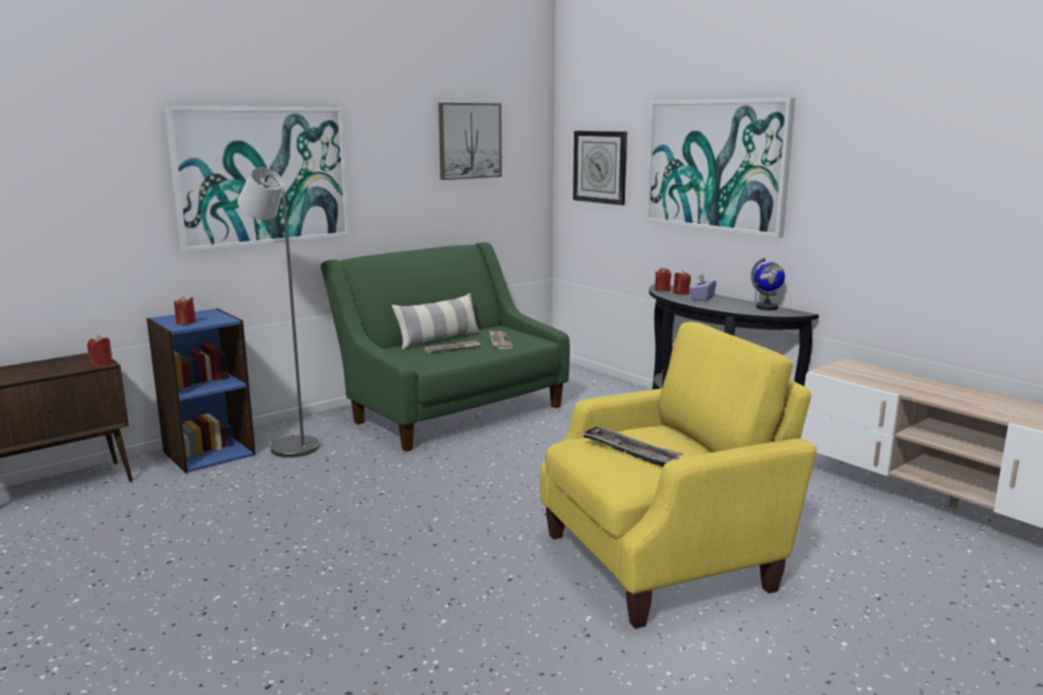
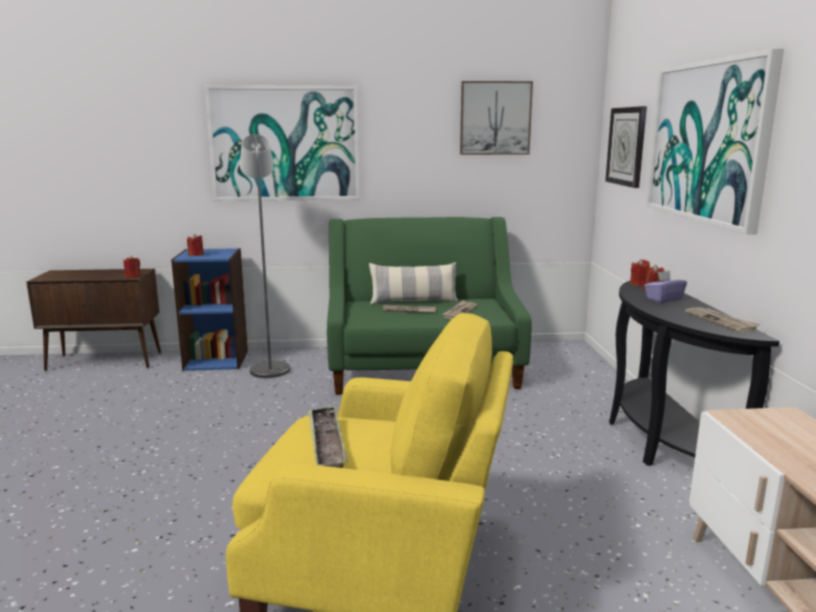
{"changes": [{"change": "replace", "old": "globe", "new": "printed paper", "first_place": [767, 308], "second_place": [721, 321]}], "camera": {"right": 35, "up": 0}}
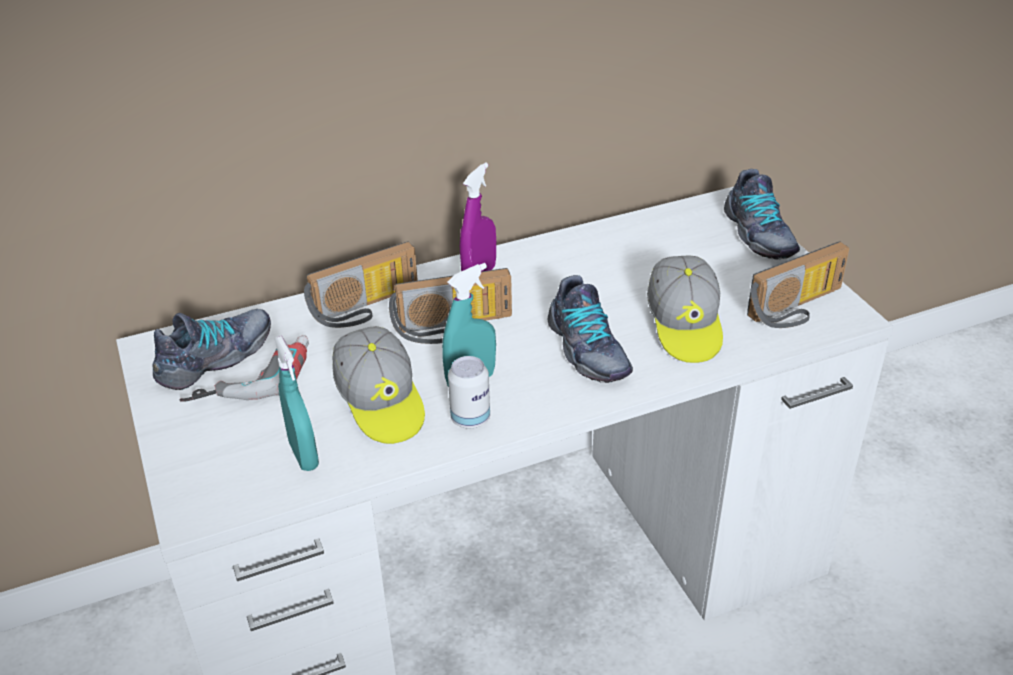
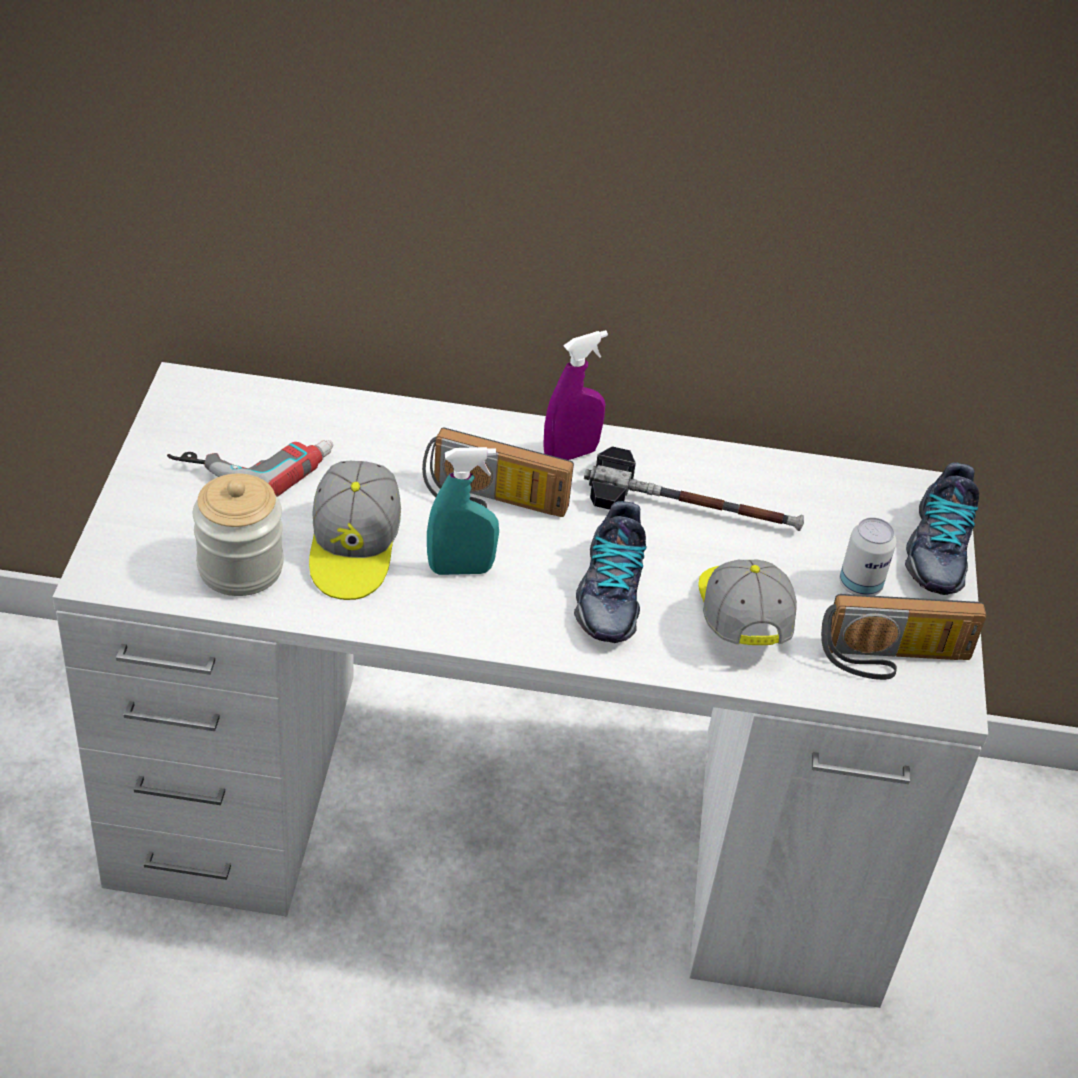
{"changes": [{"change": "delete", "old": "radio receiver", "first_place": [367, 308]}, {"change": "rotate", "old": "peaked cap", "first_place": [684, 326], "second_place": [741, 617], "degrees": 150}, {"change": "delete", "old": "shoe", "first_place": [217, 358]}, {"change": "replace", "old": "turquoise-coloured spray bottle", "new": "jar", "first_place": [304, 455], "second_place": [240, 567]}, {"change": "move", "old": "sealed can", "first_place": [470, 418], "second_place": [860, 585]}, {"change": "insert", "new": "tool hammer", "second_place": [692, 506]}], "camera": {"right": 25, "up": 5}}
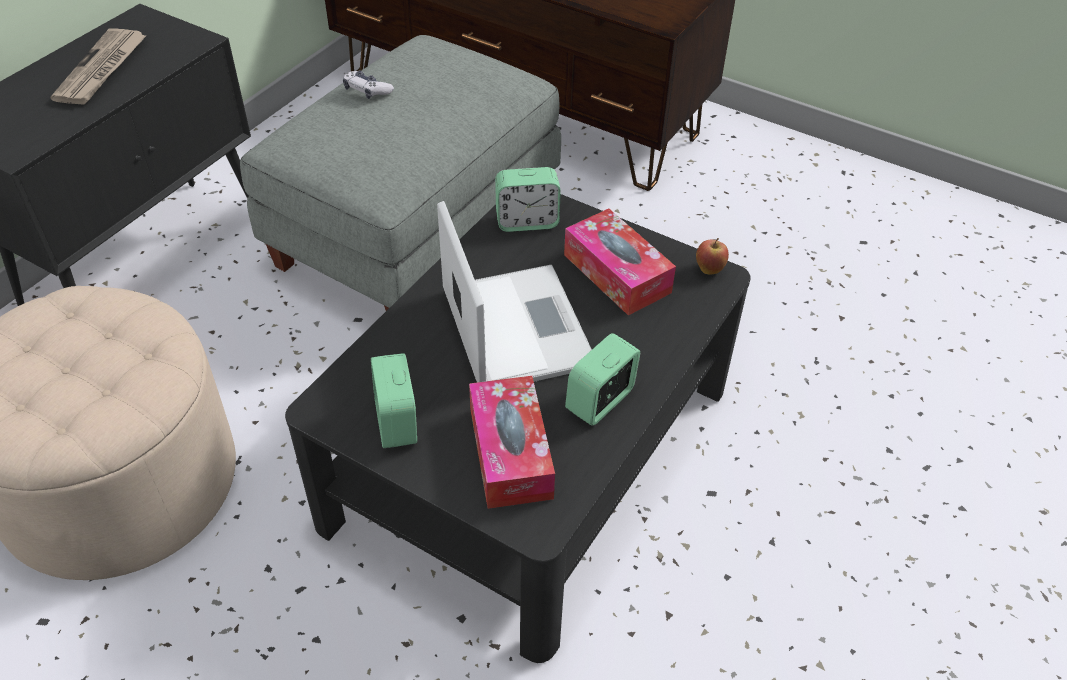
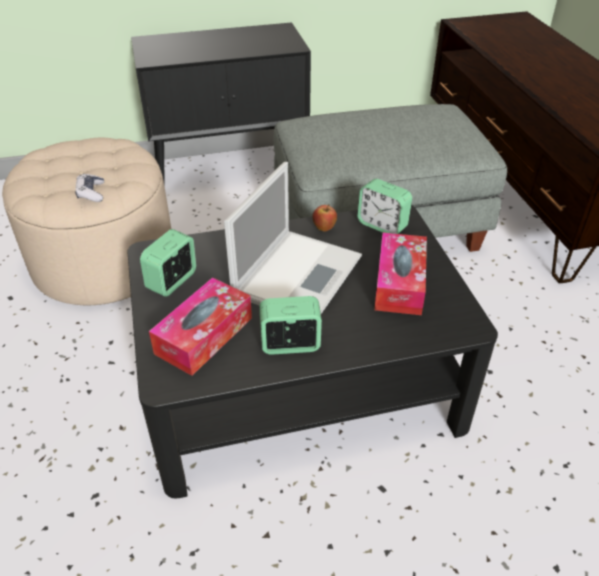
{"changes": [{"change": "delete", "old": "printed paper", "first_place": [102, 70]}, {"change": "move", "old": "game controller", "first_place": [367, 91], "second_place": [91, 193]}, {"change": "move", "old": "whole apple", "first_place": [709, 270], "second_place": [324, 228]}], "camera": {"right": 45, "up": -5}}
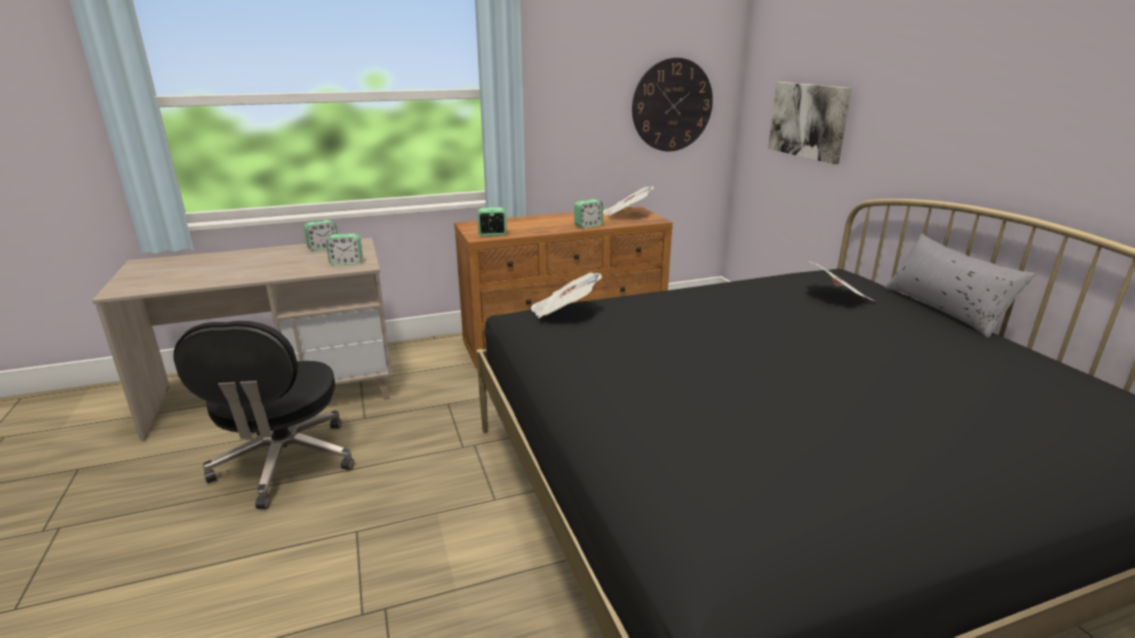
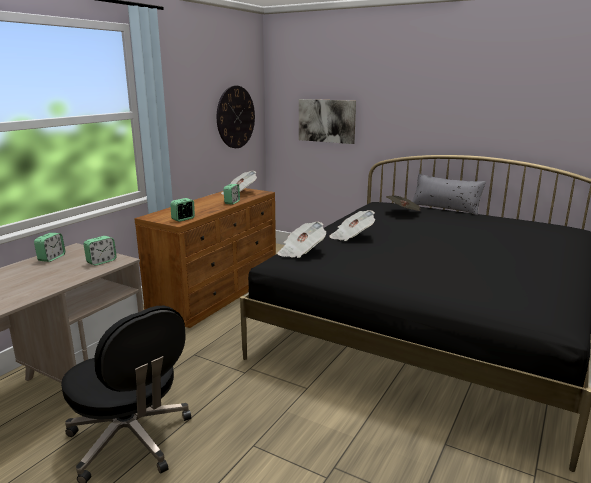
{"changes": [{"change": "insert", "new": "printed paper", "second_place": [351, 237]}], "camera": {"right": -40, "up": -5}}
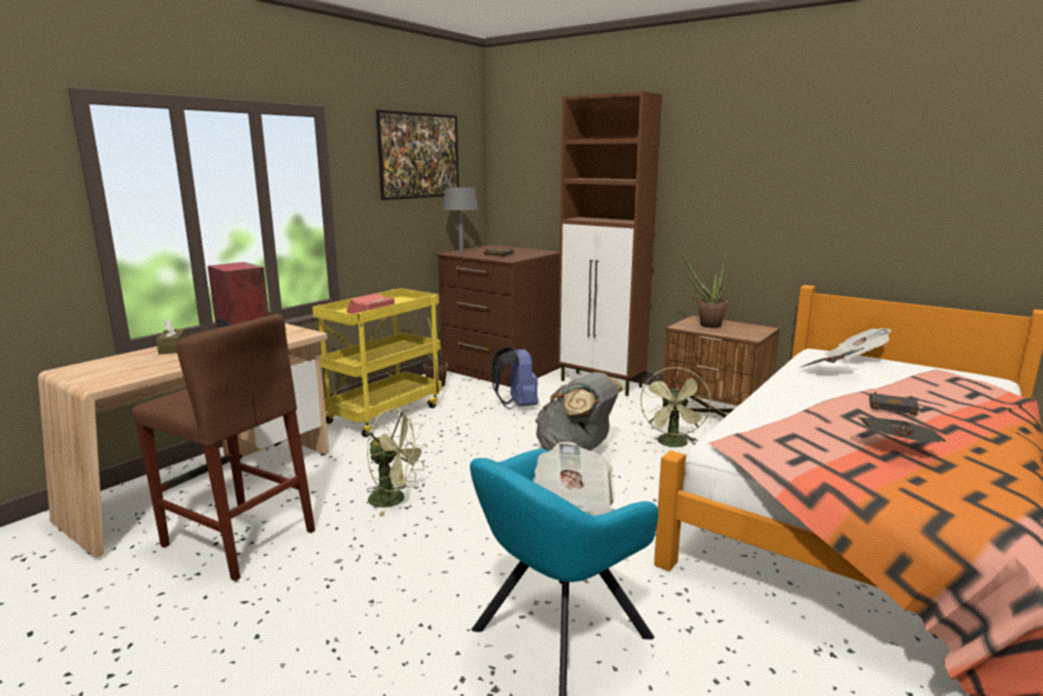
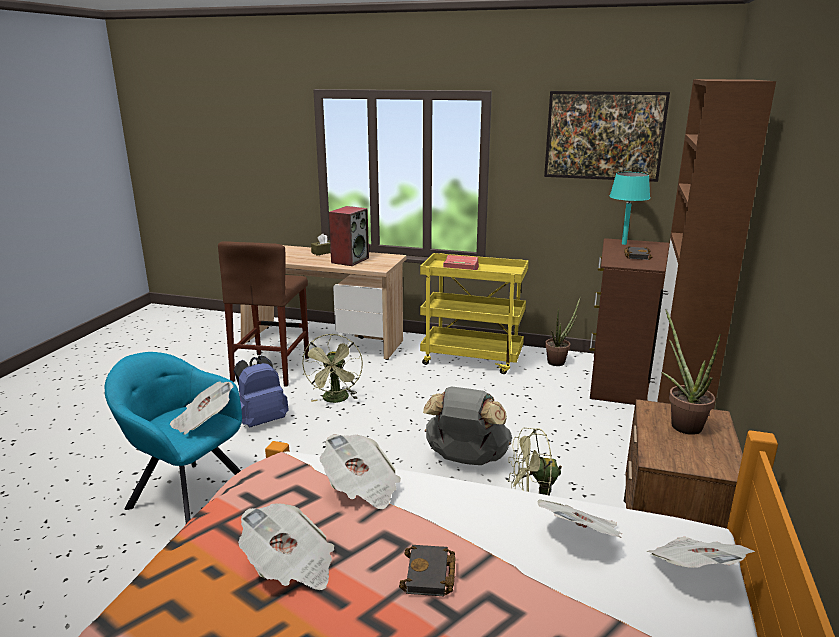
{"changes": [{"change": "recolor", "old": "grey lamp for a table", "new": "turquoise-coloured lamp for a table", "first_place": [461, 253], "second_place": [623, 244]}, {"change": "move", "old": "blue-coloured rucksack", "first_place": [517, 406], "second_place": [261, 420]}, {"change": "insert", "new": "printed paper", "second_place": [362, 488]}], "camera": {"right": 70, "up": 5}}
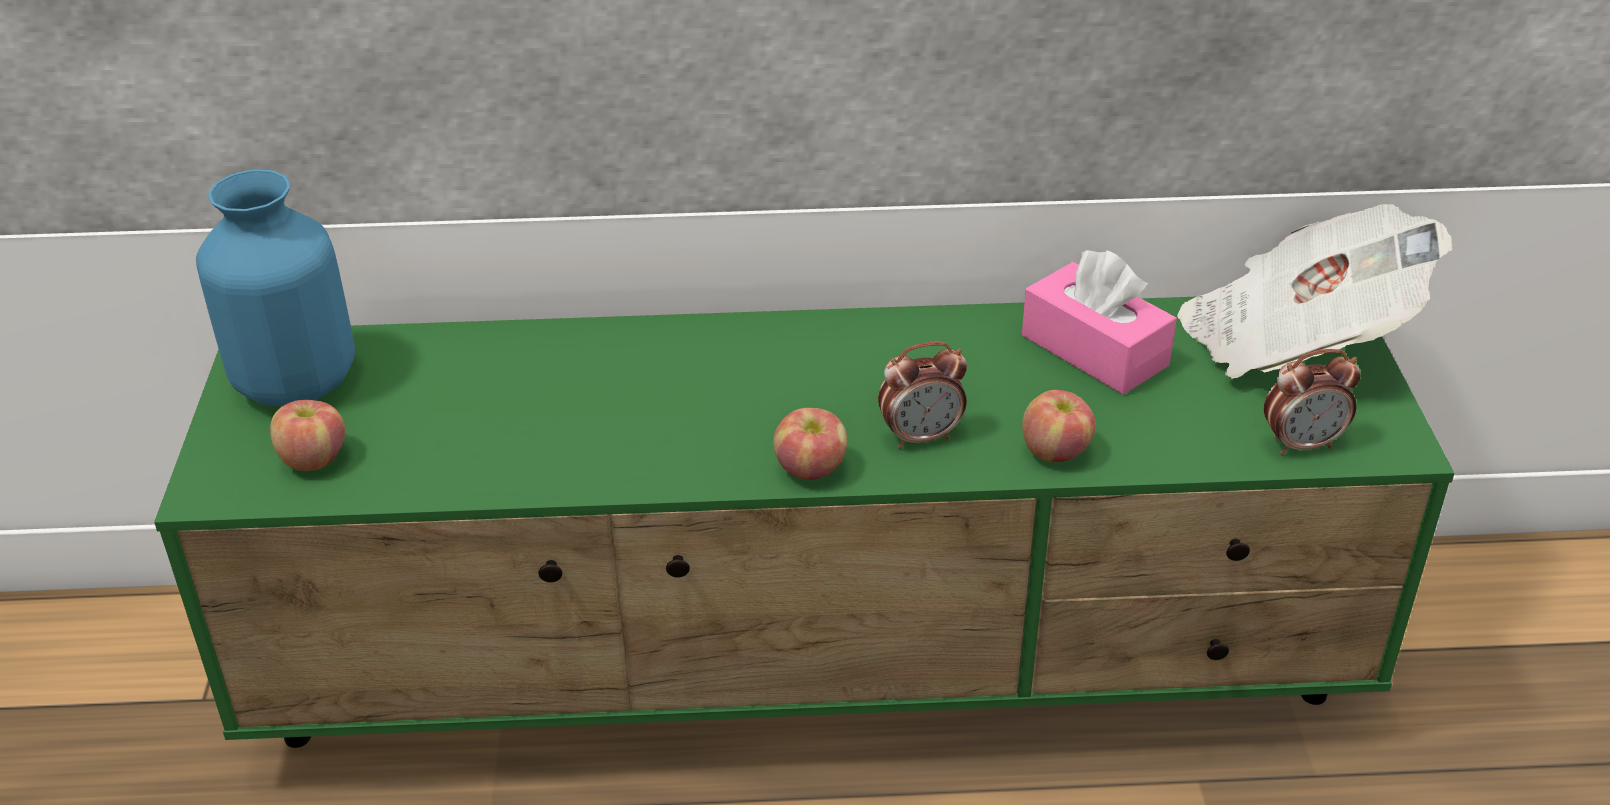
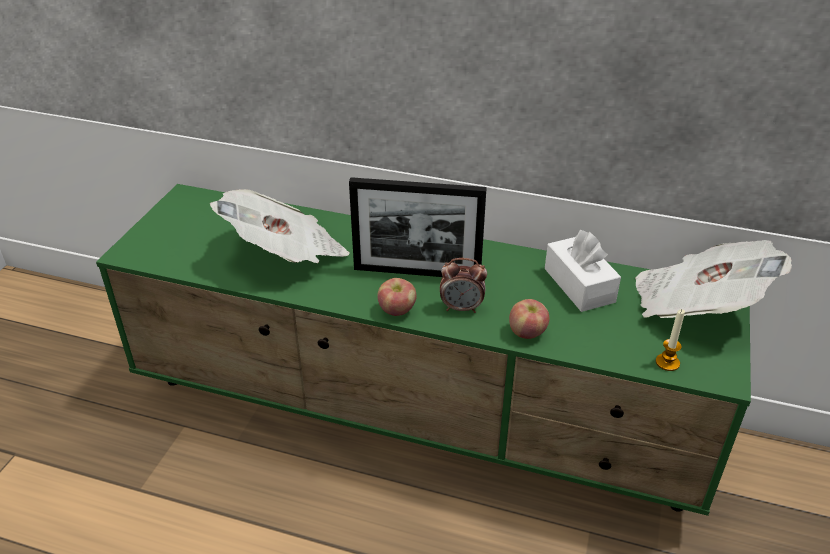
{"changes": [{"change": "delete", "old": "blue-coloured vase", "first_place": [294, 382]}, {"change": "recolor", "old": "pinkish tissue holder", "new": "whitish tissue holder", "first_place": [1094, 350], "second_place": [579, 285]}, {"change": "replace", "old": "table clock", "new": "wax light", "first_place": [1302, 444], "second_place": [667, 362]}, {"change": "delete", "old": "whole apple", "first_place": [313, 459]}, {"change": "insert", "new": "picture frame", "second_place": [417, 272]}, {"change": "insert", "new": "printed paper", "second_place": [286, 254]}], "camera": {"right": 20, "up": 0}}
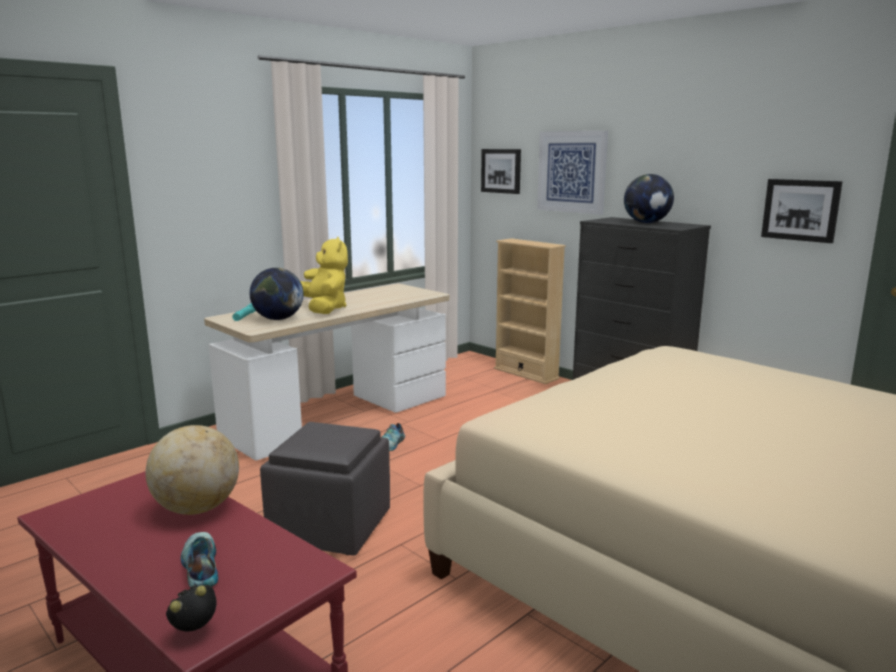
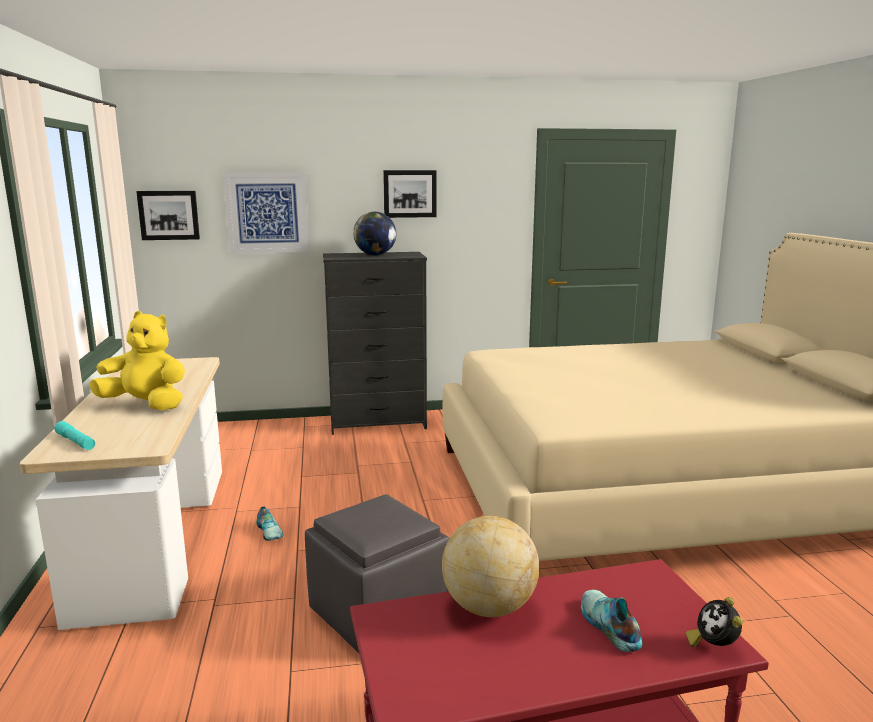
{"changes": [{"change": "move", "old": "wall art", "first_place": [801, 210], "second_place": [410, 193]}, {"change": "delete", "old": "beige bookcase", "first_place": [526, 373]}, {"change": "delete", "old": "globe", "first_place": [278, 319]}, {"change": "rotate", "old": "shoe", "first_place": [199, 566], "second_place": [608, 626], "degrees": 60}], "camera": {"right": -55, "up": 0}}
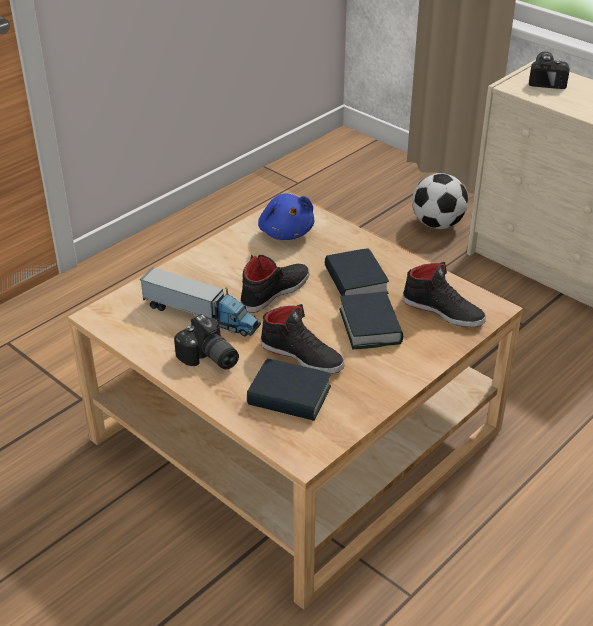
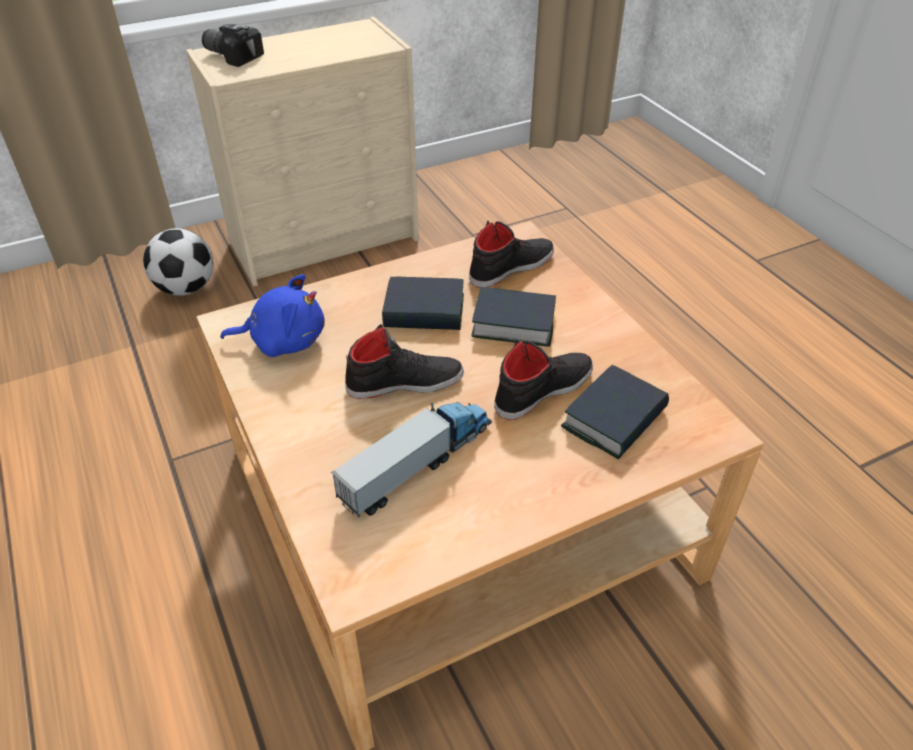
{"changes": [{"change": "rotate", "old": "black shoe", "first_place": [274, 291], "second_place": [404, 382], "degrees": 105}, {"change": "delete", "old": "still camera", "first_place": [208, 359]}], "camera": {"right": -70, "up": 5}}
